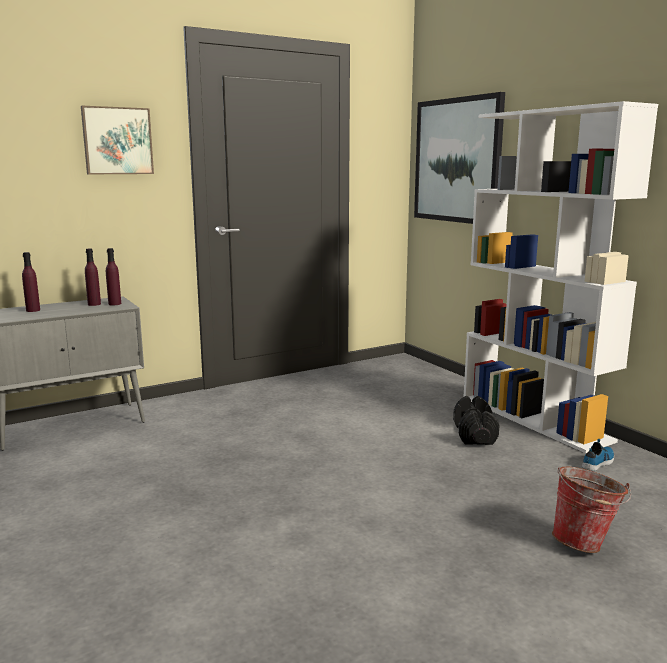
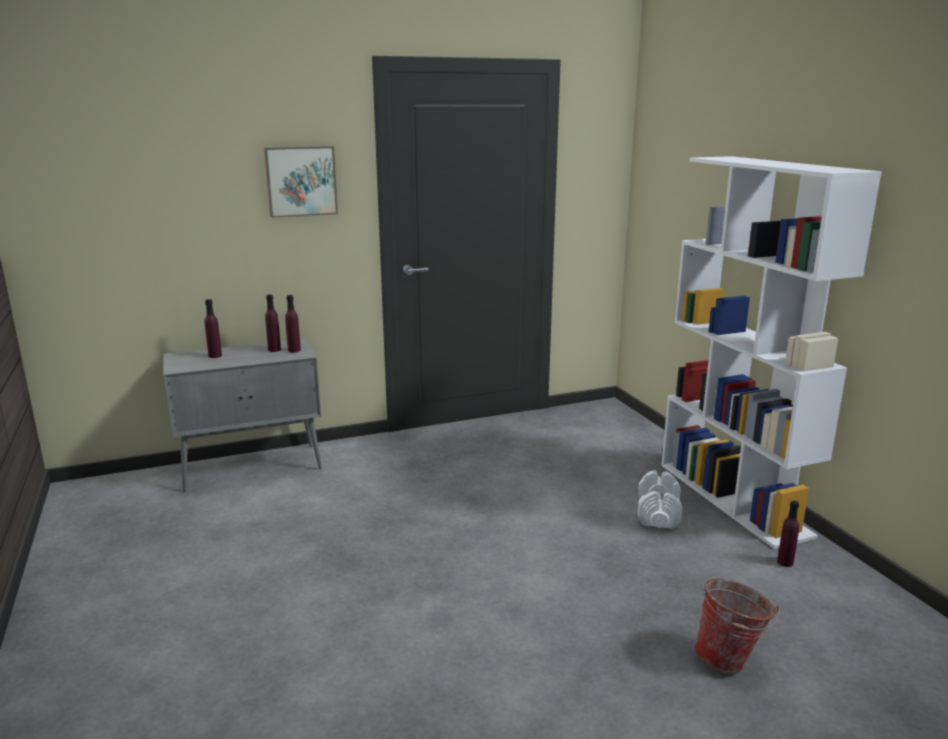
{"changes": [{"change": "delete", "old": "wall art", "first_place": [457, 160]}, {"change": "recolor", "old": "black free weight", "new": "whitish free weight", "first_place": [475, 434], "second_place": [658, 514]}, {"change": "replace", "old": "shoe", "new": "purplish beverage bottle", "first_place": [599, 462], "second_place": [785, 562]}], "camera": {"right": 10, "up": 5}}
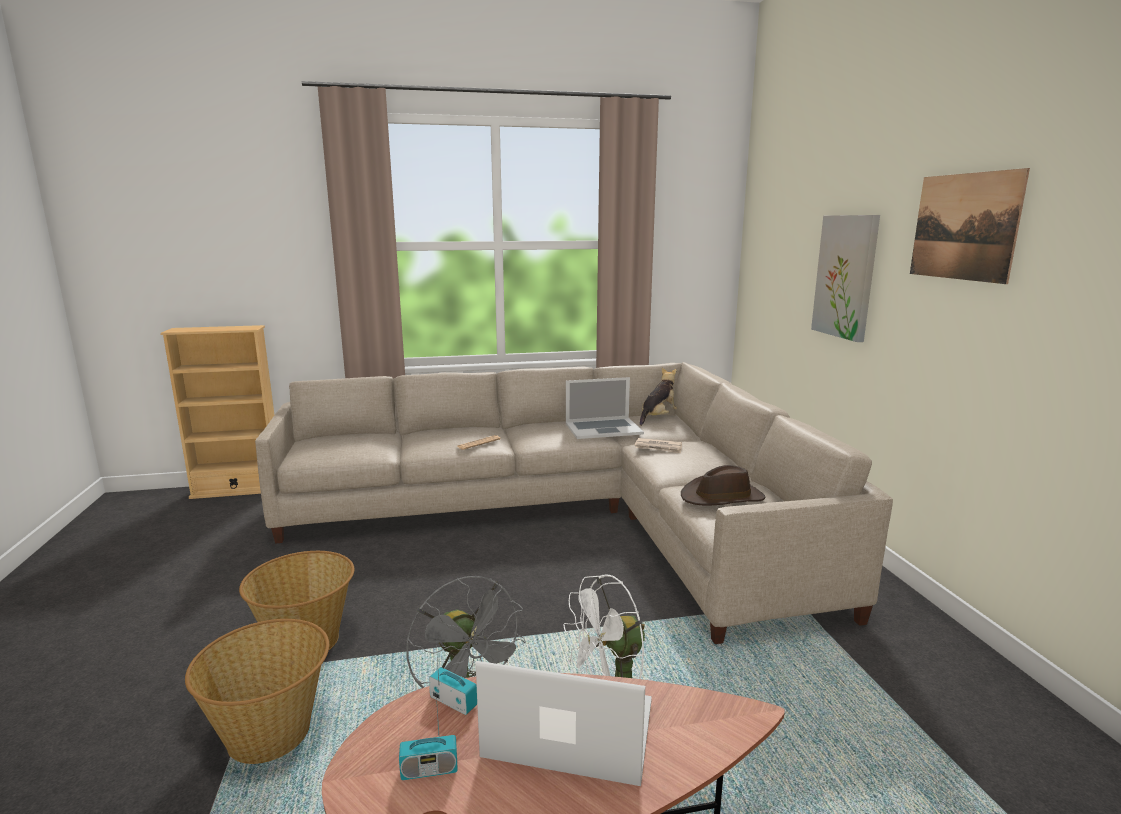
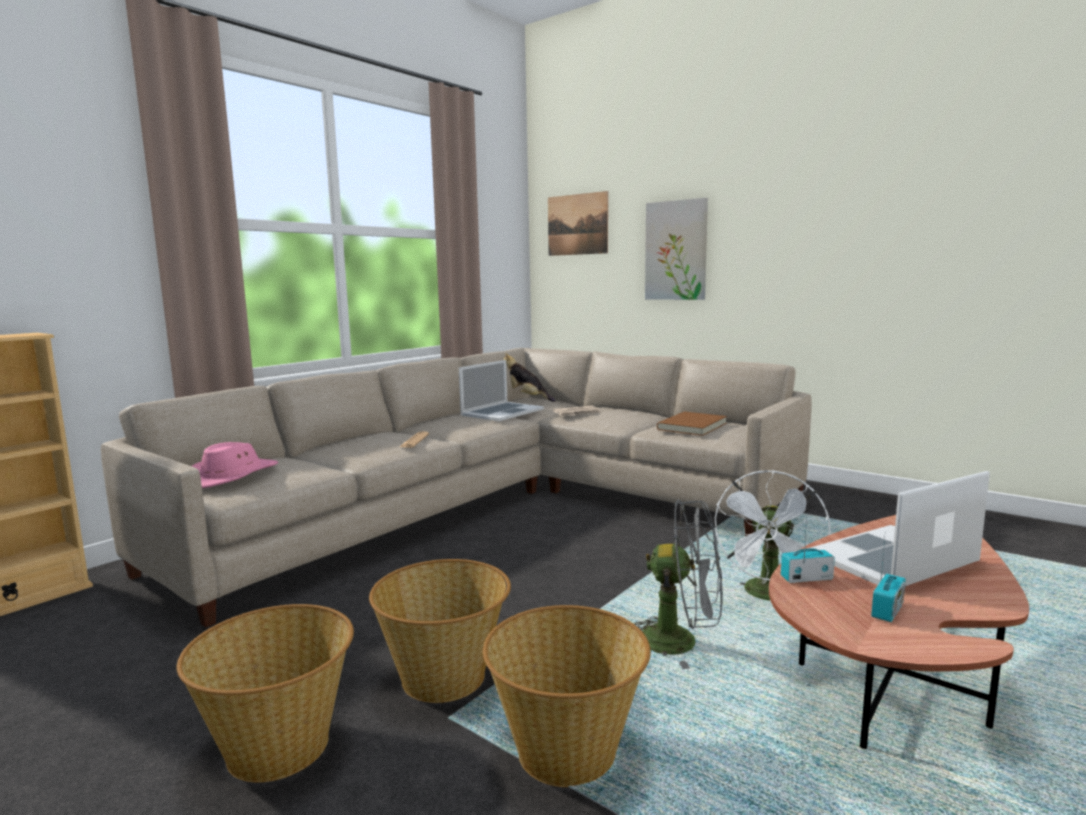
{"changes": [{"change": "move", "old": "wall art", "first_place": [964, 226], "second_place": [577, 224]}, {"change": "rotate", "old": "cuddly toy", "first_place": [658, 418], "second_place": [526, 399], "degrees": -60}, {"change": "replace", "old": "brownish clothing hat", "new": "brownish bound book", "first_place": [722, 497], "second_place": [693, 426]}, {"change": "insert", "new": "pinkish clothing hat", "second_place": [232, 475]}, {"change": "insert", "new": "storage basket", "second_place": [279, 745]}], "camera": {"right": -40, "up": -5}}
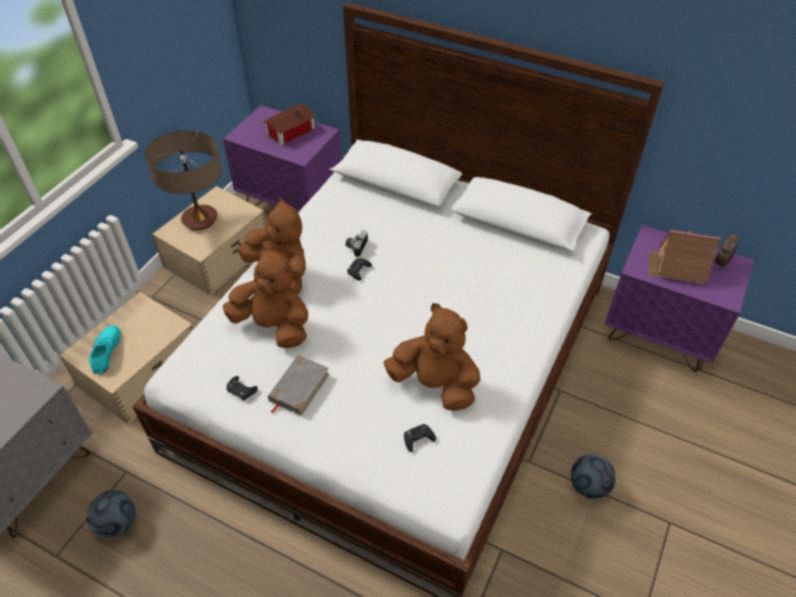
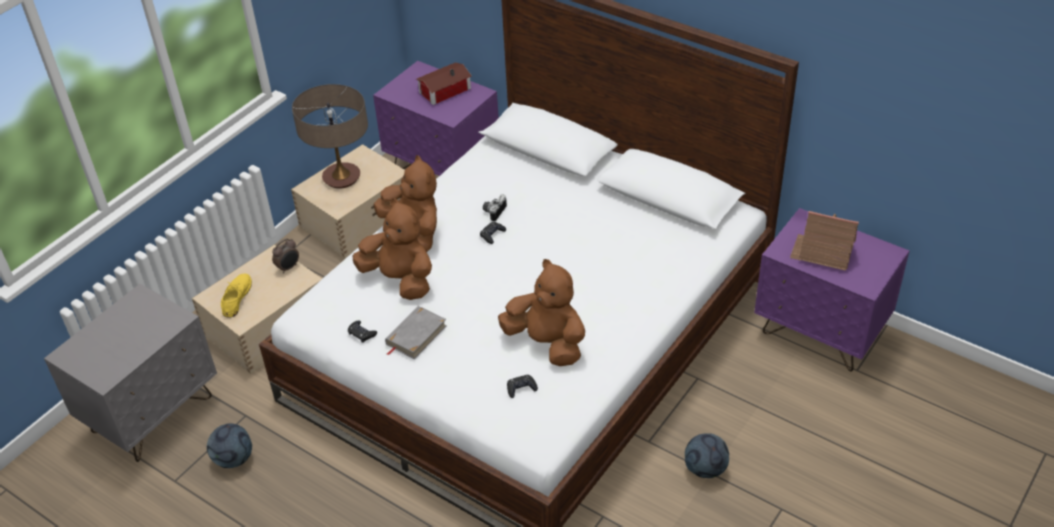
{"changes": [{"change": "move", "old": "table clock", "first_place": [721, 263], "second_place": [288, 268]}, {"change": "recolor", "old": "turquoise-coloured shoe", "new": "yellow-coloured shoe", "first_place": [105, 350], "second_place": [236, 297]}], "camera": {"right": 10, "up": -5}}
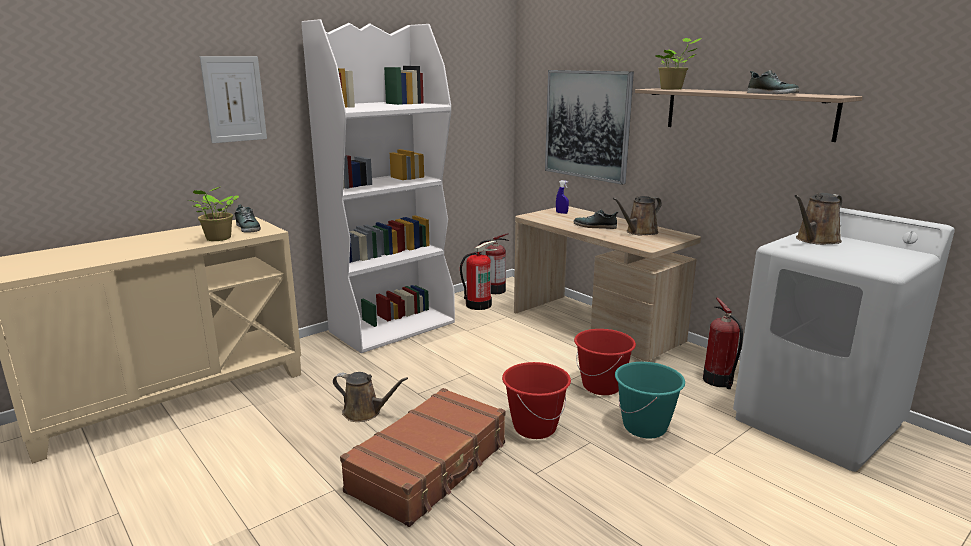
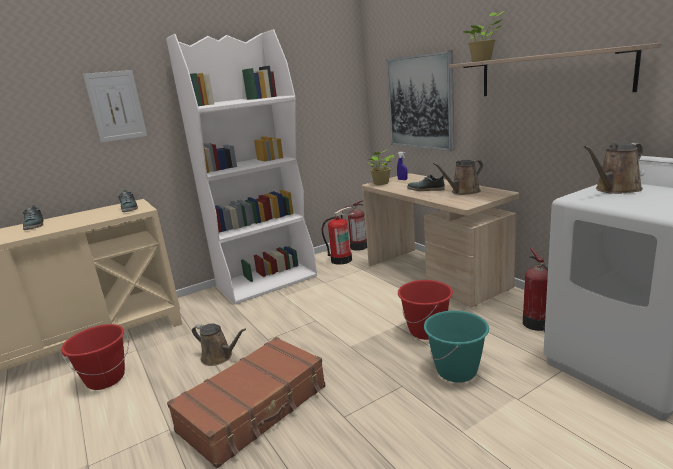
{"changes": [{"change": "move", "old": "shoe", "first_place": [772, 93], "second_place": [35, 225]}, {"change": "move", "old": "houseplant", "first_place": [217, 239], "second_place": [381, 183]}, {"change": "move", "old": "reddish pail", "first_place": [534, 427], "second_place": [106, 379]}], "camera": {"right": 10, "up": 0}}
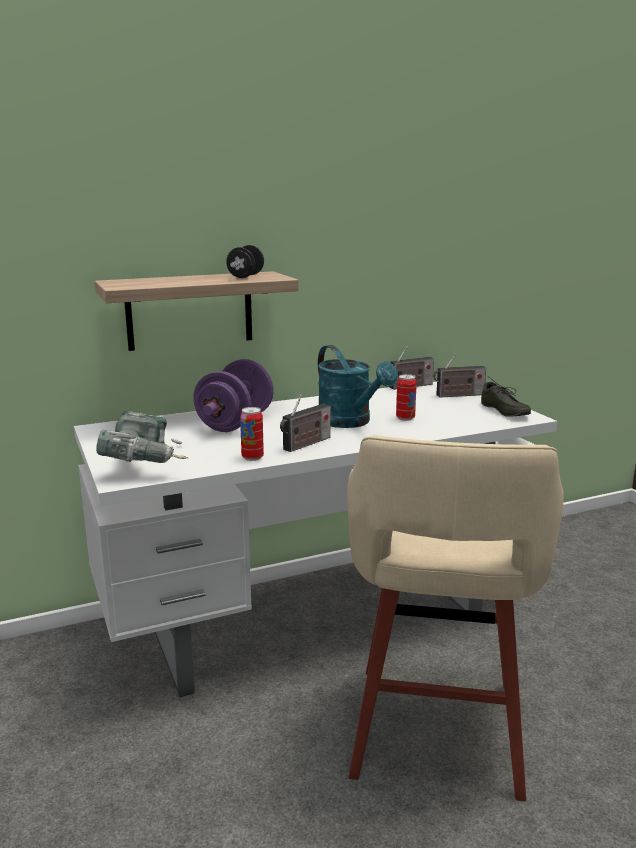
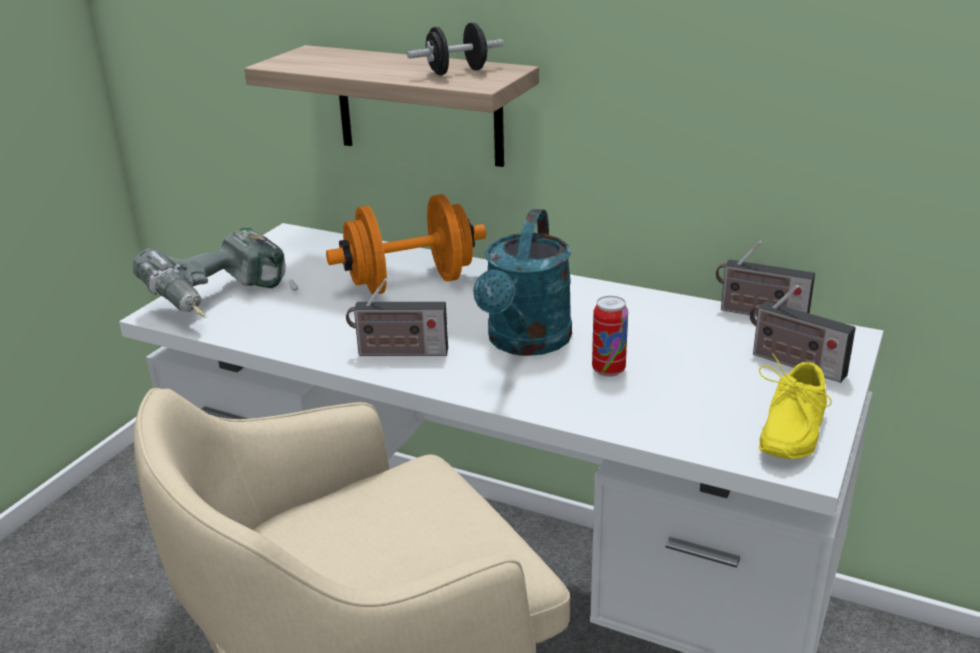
{"changes": [{"change": "recolor", "old": "purplish free weight", "new": "orange free weight", "first_place": [235, 423], "second_place": [410, 283]}, {"change": "recolor", "old": "grey shoe", "new": "yellow-coloured shoe", "first_place": [502, 411], "second_place": [786, 430]}, {"change": "delete", "old": "sealed can", "first_place": [252, 457]}], "camera": {"right": 50, "up": 10}}
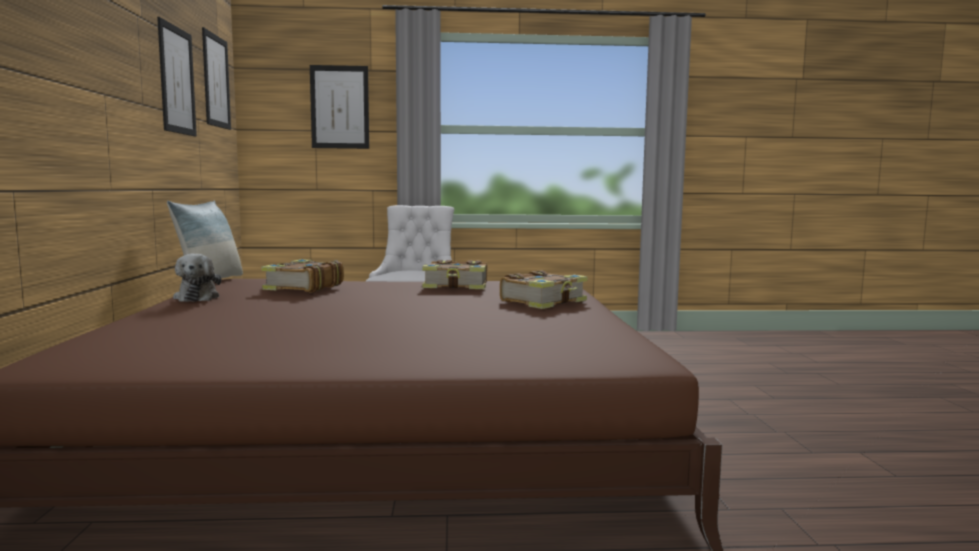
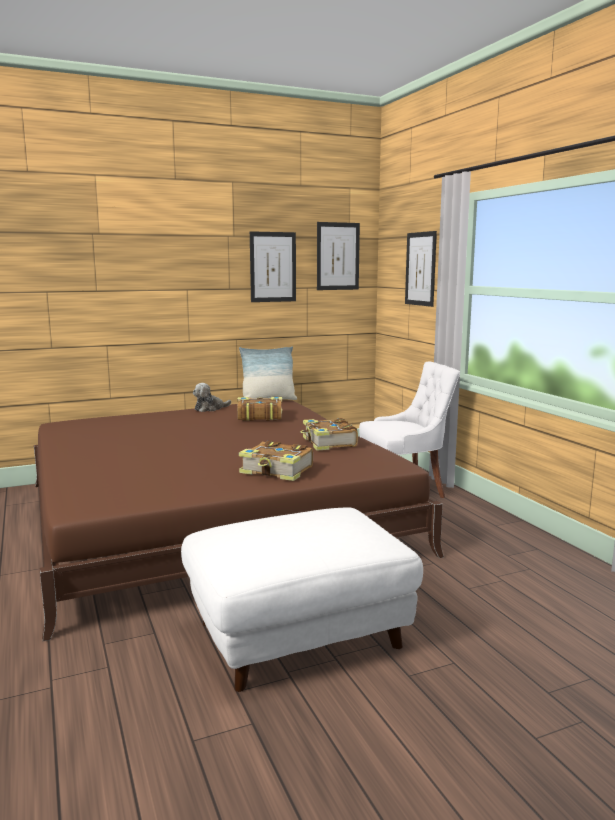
{"changes": [{"change": "insert", "new": "whitish ottoman", "second_place": [299, 634]}], "camera": {"right": 70, "up": 5}}
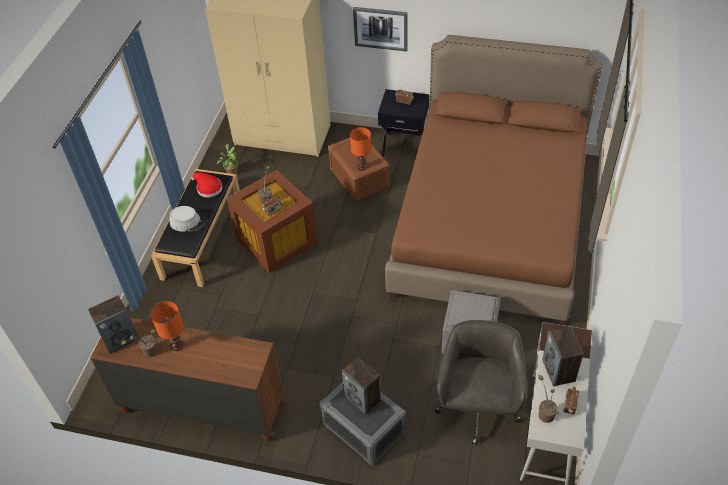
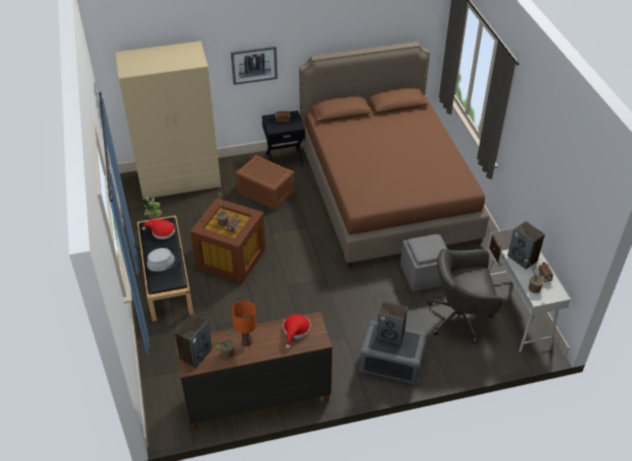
{"changes": [{"change": "delete", "old": "orange lamp for a table", "first_place": [361, 167]}, {"change": "rotate", "old": "grey desk chair", "first_place": [477, 408], "second_place": [461, 318], "degrees": -75}, {"change": "insert", "new": "reddish clothing hat", "second_place": [296, 330]}], "camera": {"right": -30, "up": -5}}
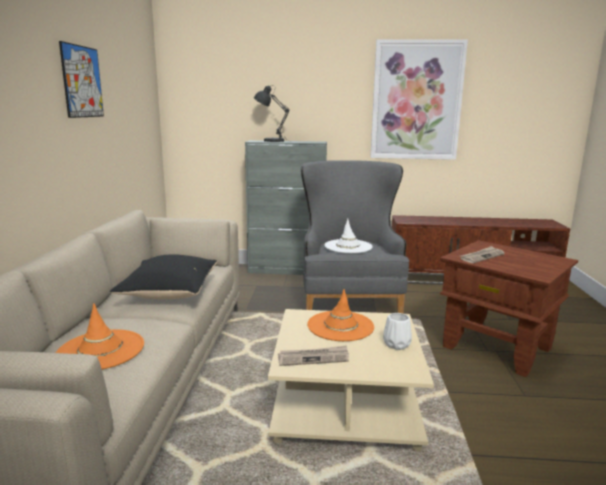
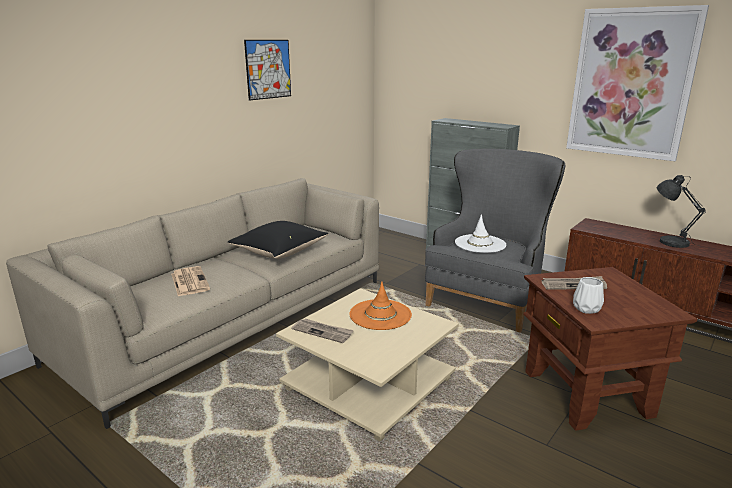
{"changes": [{"change": "move", "old": "grey lamp for a table", "first_place": [271, 141], "second_place": [670, 242]}, {"change": "replace", "old": "orange clothing hat", "new": "printed paper", "first_place": [101, 350], "second_place": [189, 281]}, {"change": "move", "old": "whitish vase", "first_place": [397, 344], "second_place": [587, 309]}], "camera": {"right": 35, "up": 5}}
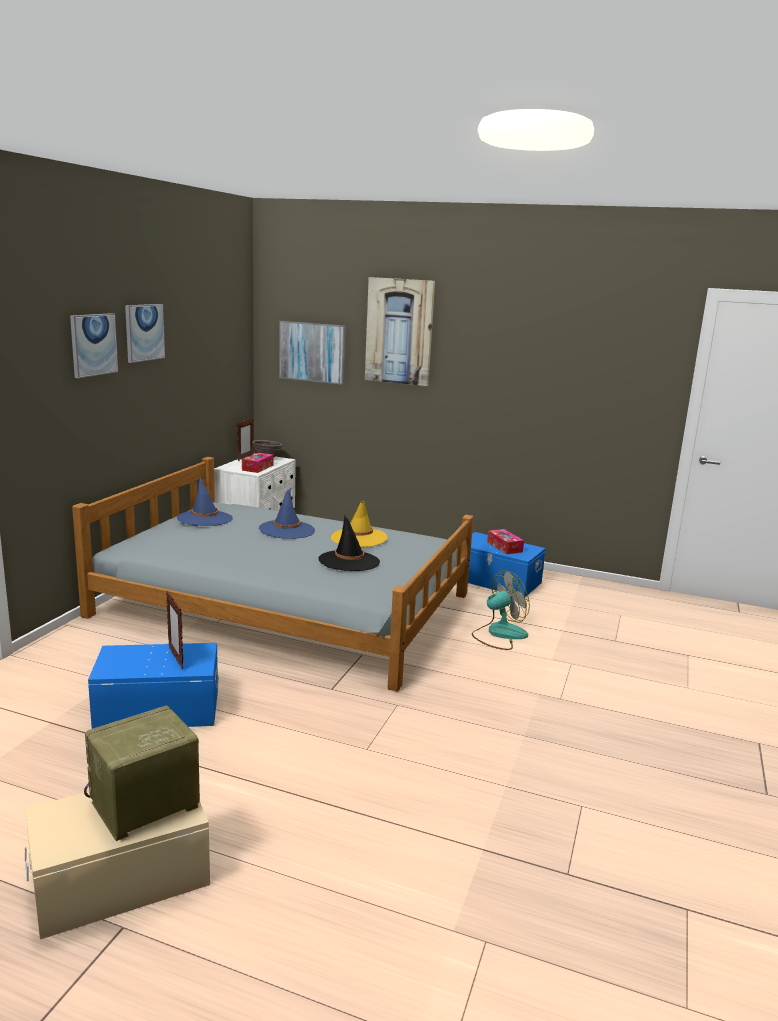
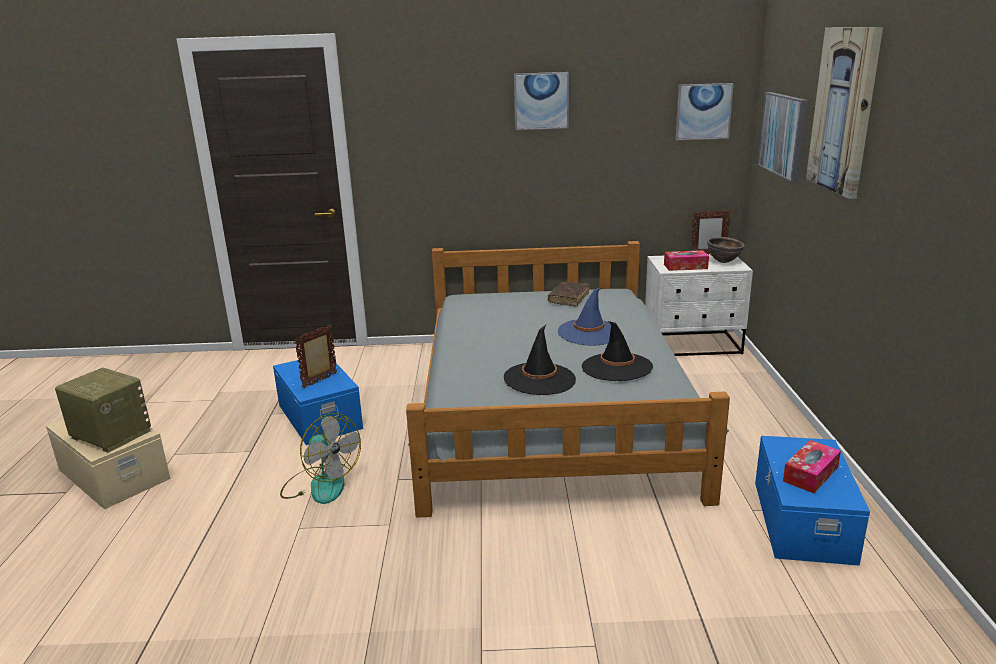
{"changes": [{"change": "move", "old": "wall art", "first_place": [93, 344], "second_place": [703, 111]}, {"change": "replace", "old": "blue-coloured clothing hat", "new": "brownish bound book", "first_place": [205, 518], "second_place": [568, 298]}, {"change": "recolor", "old": "yellow-coloured clothing hat", "new": "black clothing hat", "first_place": [359, 538], "second_place": [616, 367]}, {"change": "move", "old": "cooling fan", "first_place": [499, 634], "second_place": [321, 484]}], "camera": {"right": 70, "up": 5}}
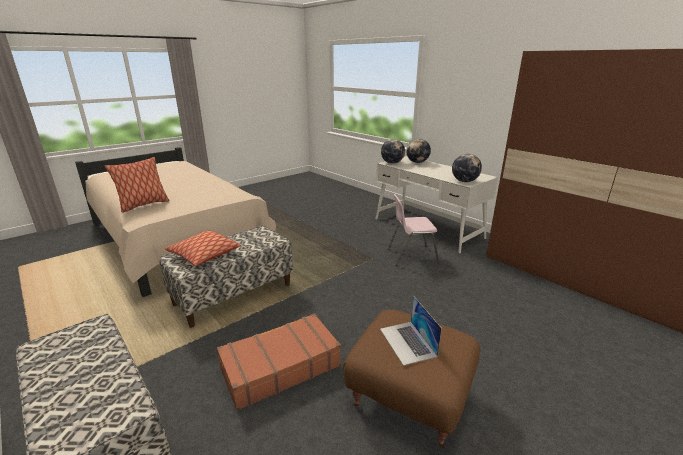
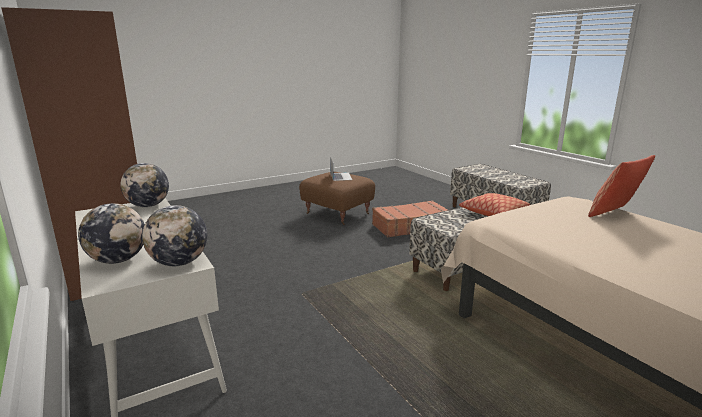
{"changes": [{"change": "delete", "old": "pinkish chair", "first_place": [411, 256]}], "camera": {"right": -170, "up": -5}}
